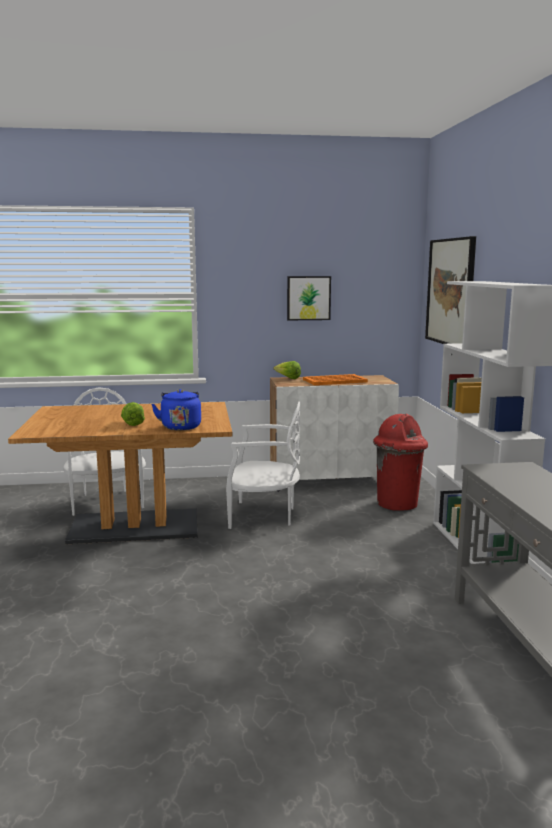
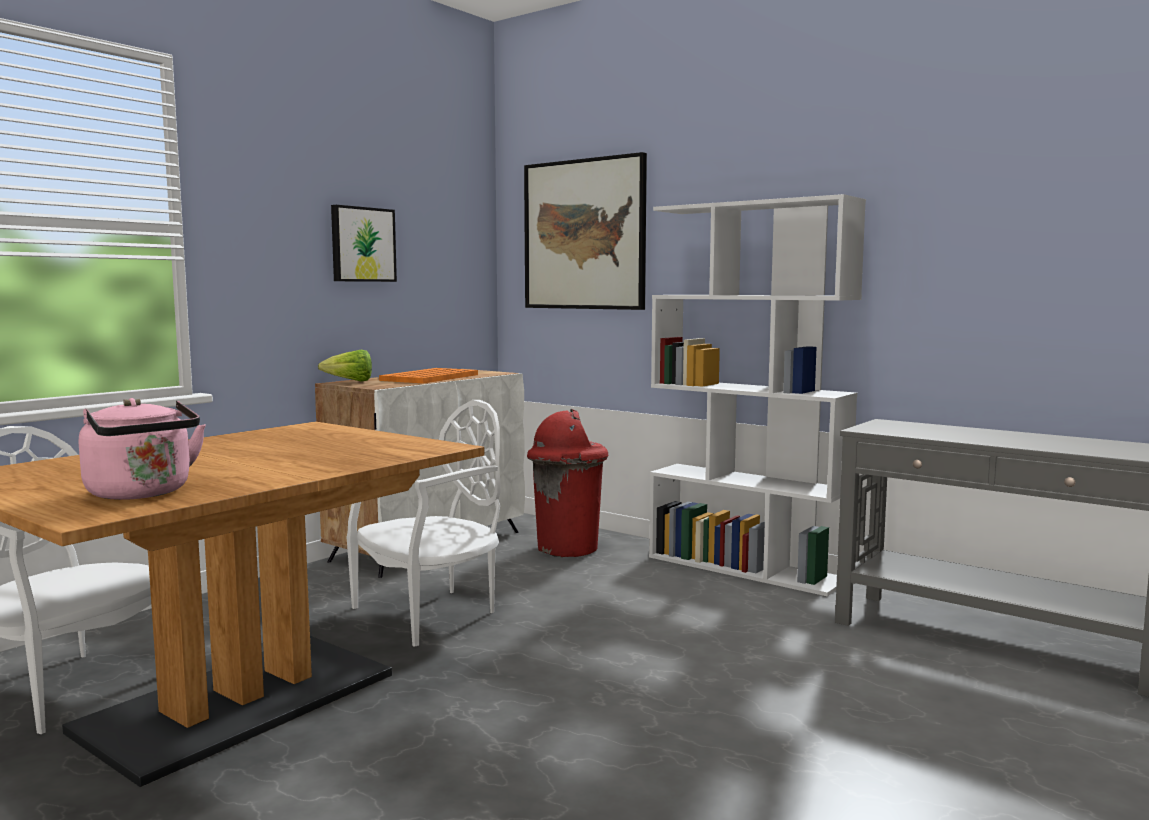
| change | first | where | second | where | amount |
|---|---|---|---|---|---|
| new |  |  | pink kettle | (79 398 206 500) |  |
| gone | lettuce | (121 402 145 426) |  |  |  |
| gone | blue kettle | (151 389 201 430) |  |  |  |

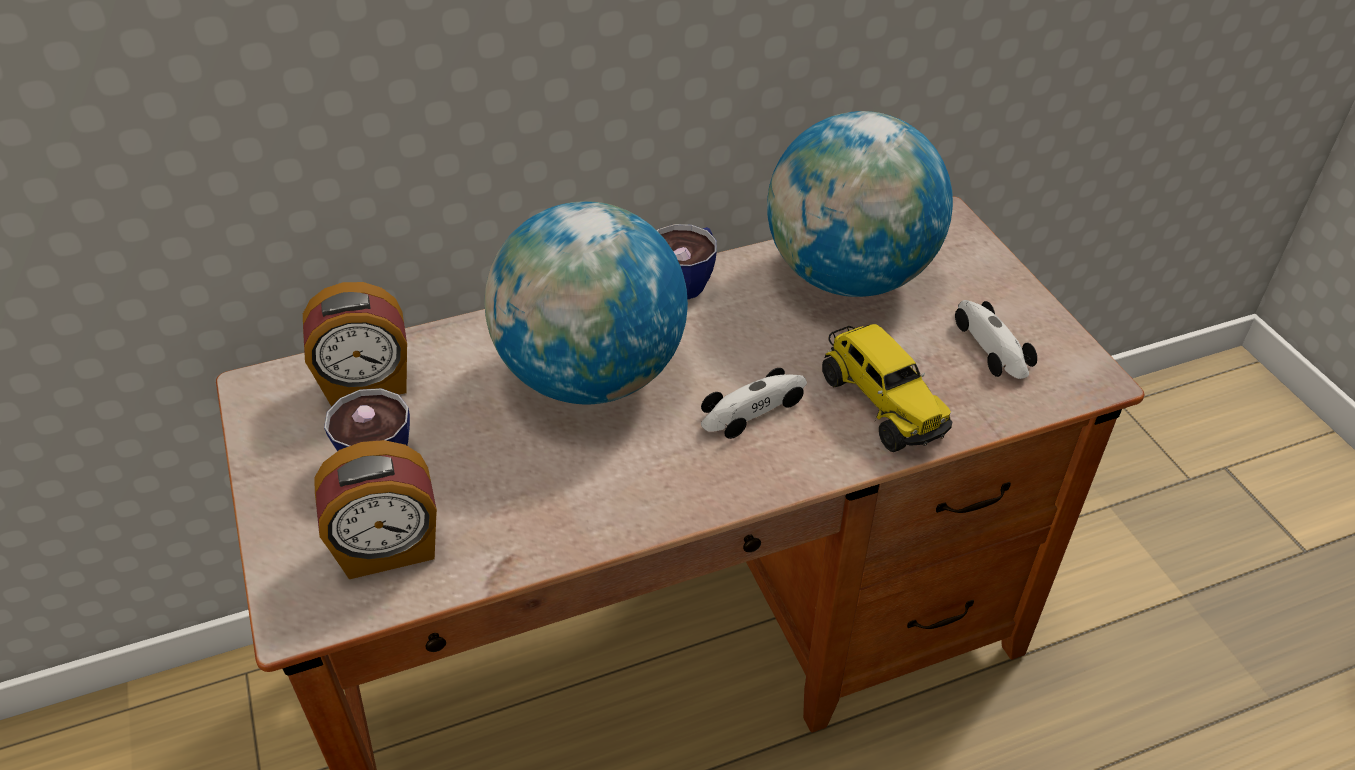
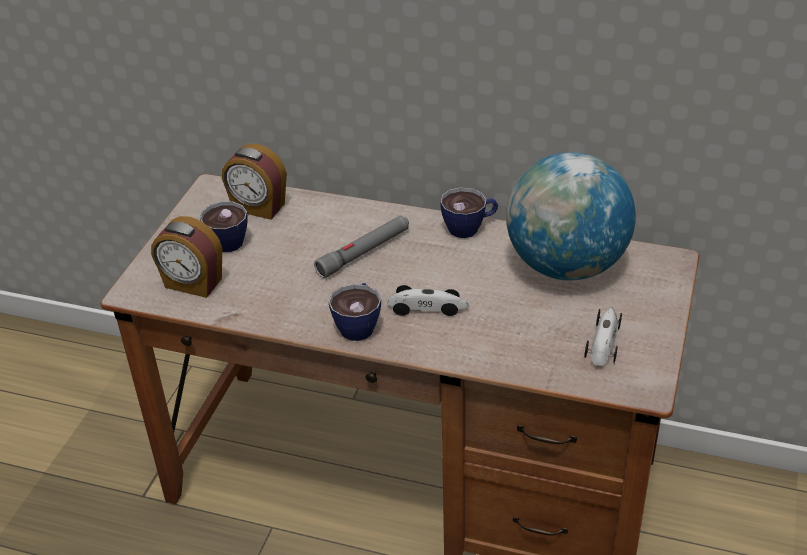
| change | first | where | second | where | amount |
|---|---|---|---|---|---|
| swapped | globe | (484 201 688 404) | grey flashlight | (314 215 409 278) |  |
| new |  |  | cup | (328 283 381 341) |  |
| gone | toy truck | (822 324 952 452) |  |  |  |

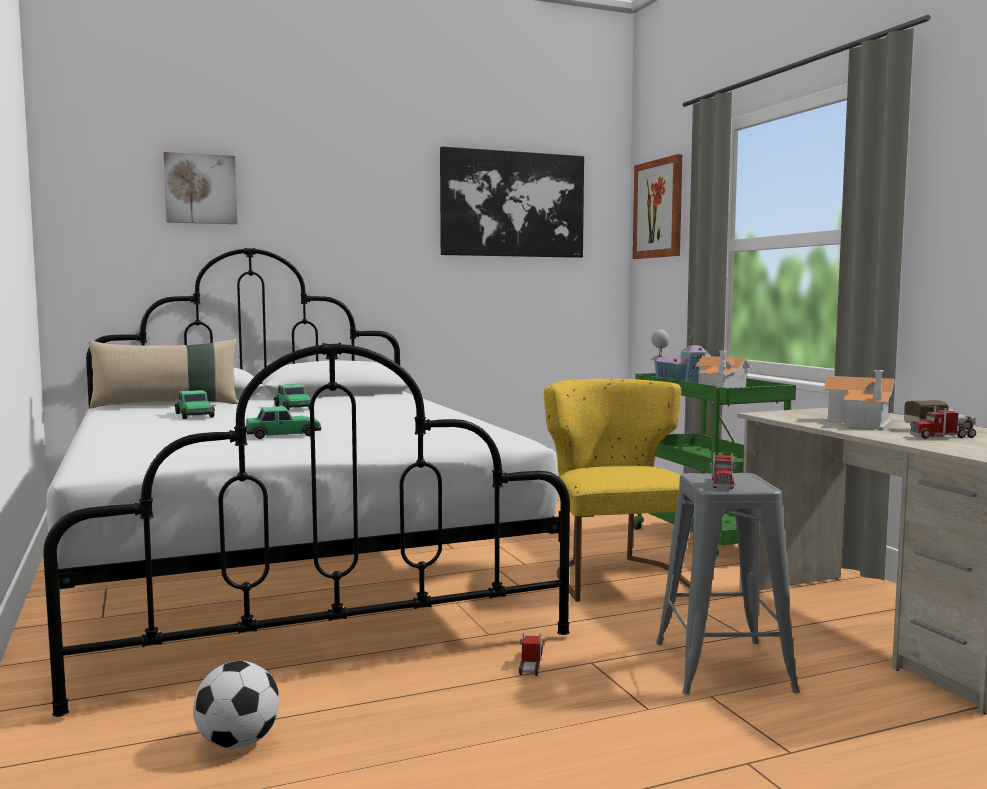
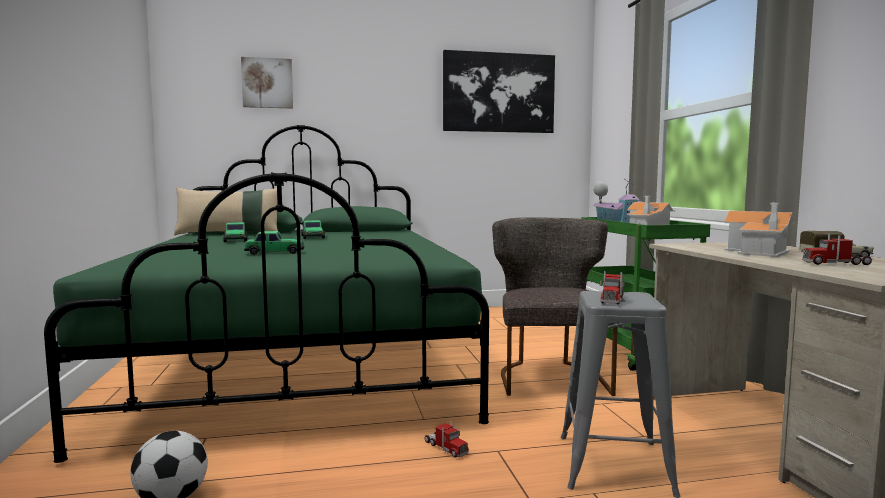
| change | first | where | second | where | amount |
|---|---|---|---|---|---|
| repainted | white bed | (43 248 570 717) | green bed | (44 125 489 463) |  |
| rotated | toy truck | (519 632 545 676) |  | (425 422 469 458) | 120 degrees clockwise |
| repainted | yellow chair | (544 379 690 602) | grey chair | (492 218 618 396) |  |
| gone | picture | (633 154 682 259) |  |  |  |

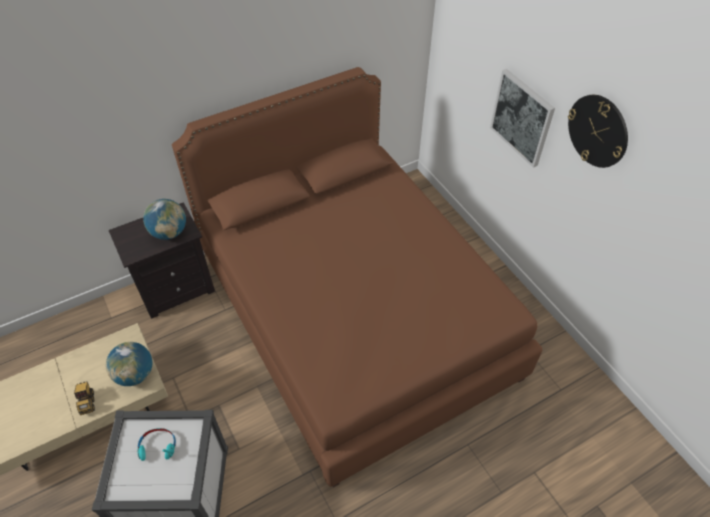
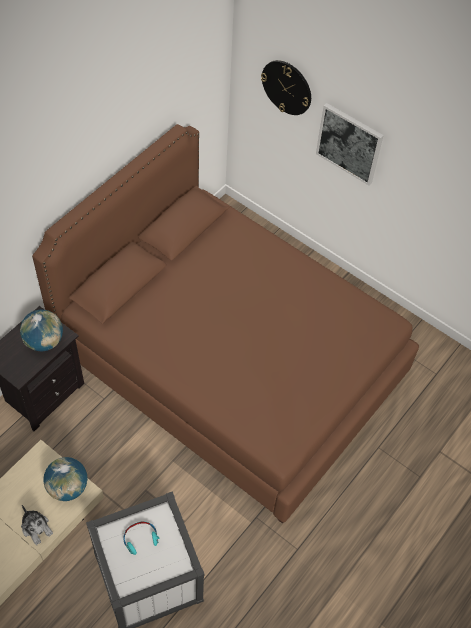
| change | first | where | second | where | amount |
|---|---|---|---|---|---|
| swapped | toy truck | (74 381 95 415) | plush toy | (21 505 53 545) |  |
| shifted | wall clock | (568 95 628 168) |  | (261 60 311 115) |  |

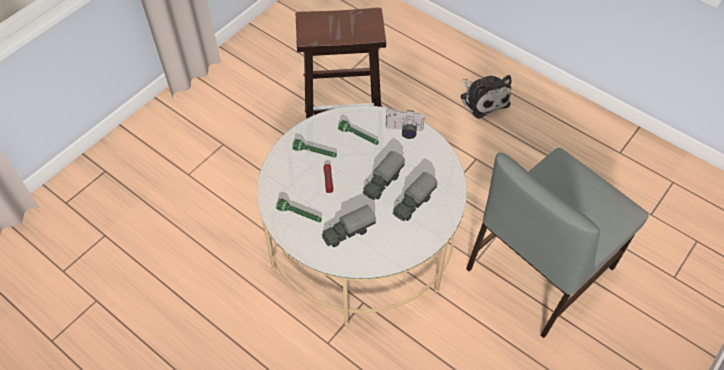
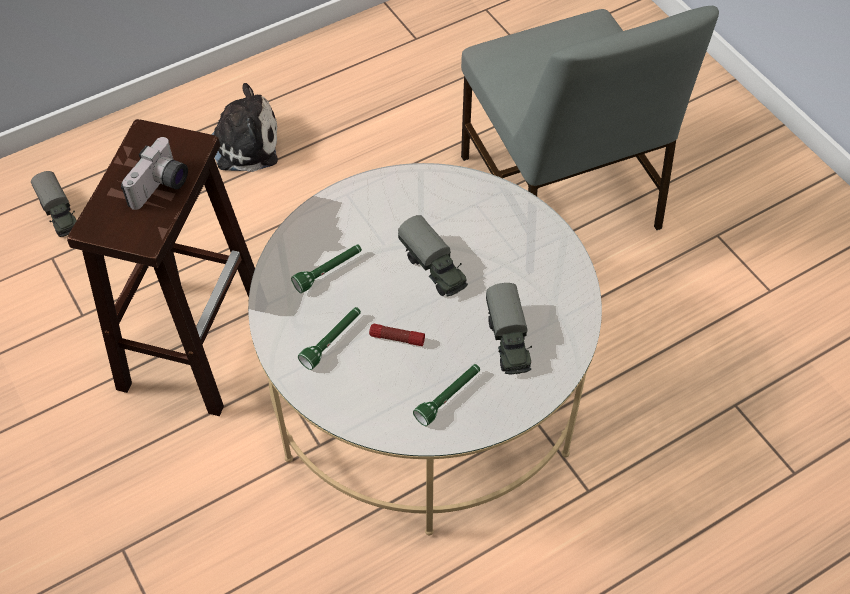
| change | first | where | second | where | amount |
|---|---|---|---|---|---|
| shifted | toy truck | (392 172 437 221) |  | (31 171 77 237) |  |
| shifted | photo camera | (386 110 425 139) |  | (121 137 188 210) |  |

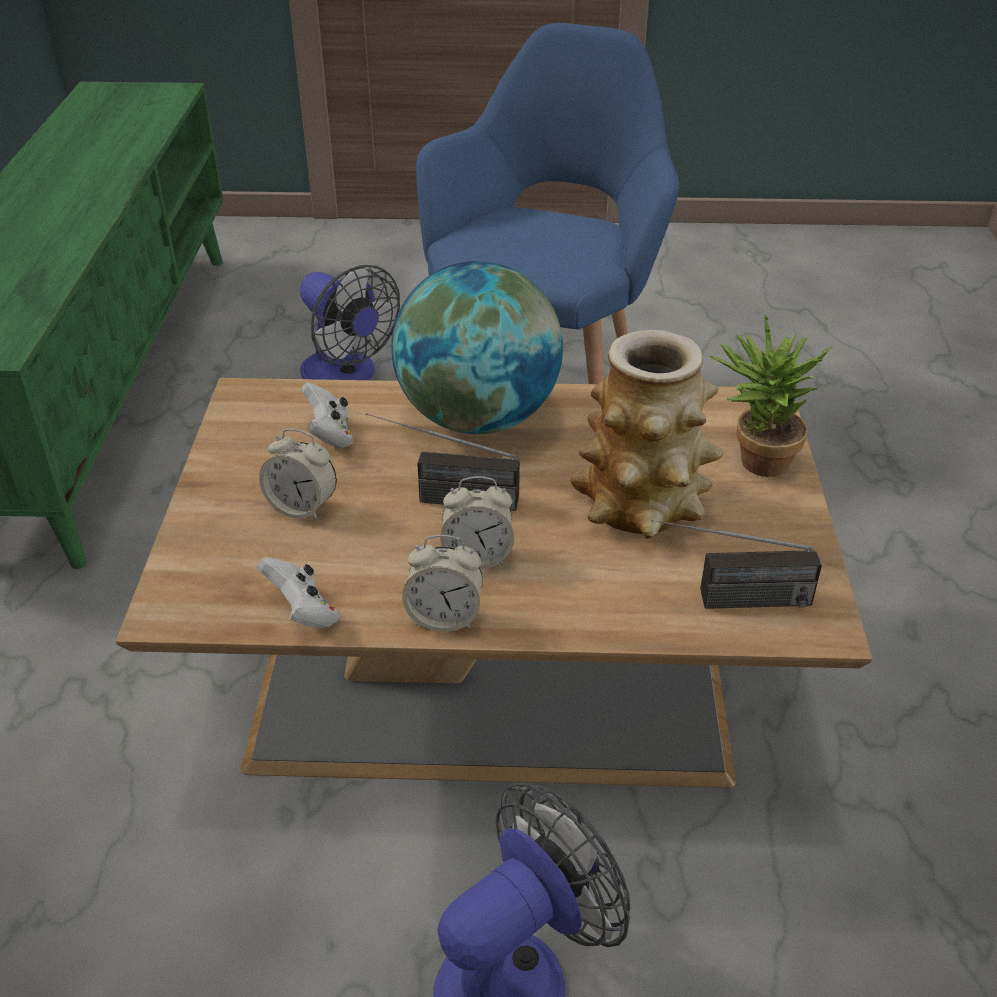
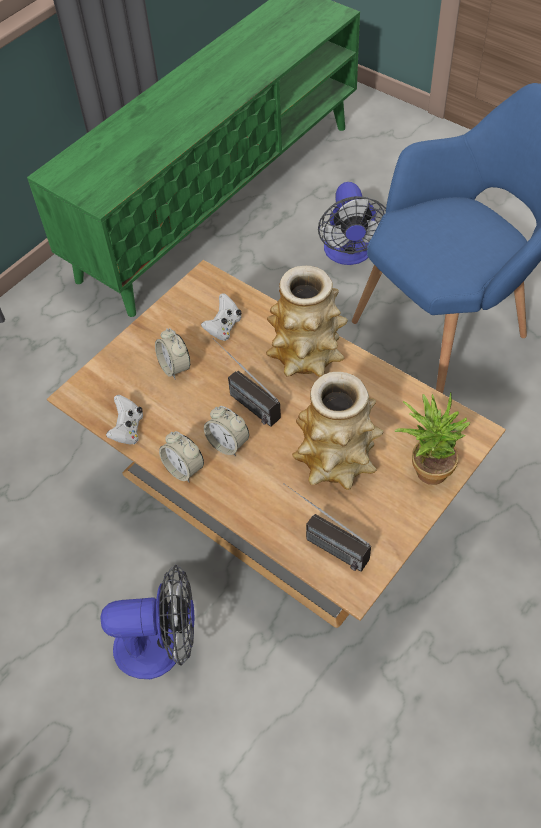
| change | first | where | second | where | amount |
|---|---|---|---|---|---|
| swapped | globe | (391 261 563 434) | vase | (266 266 348 377) |  |

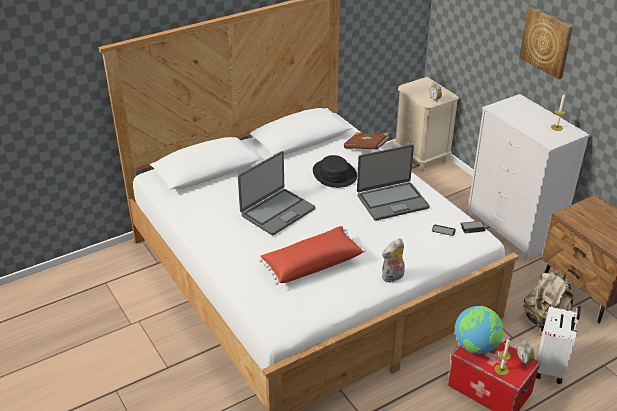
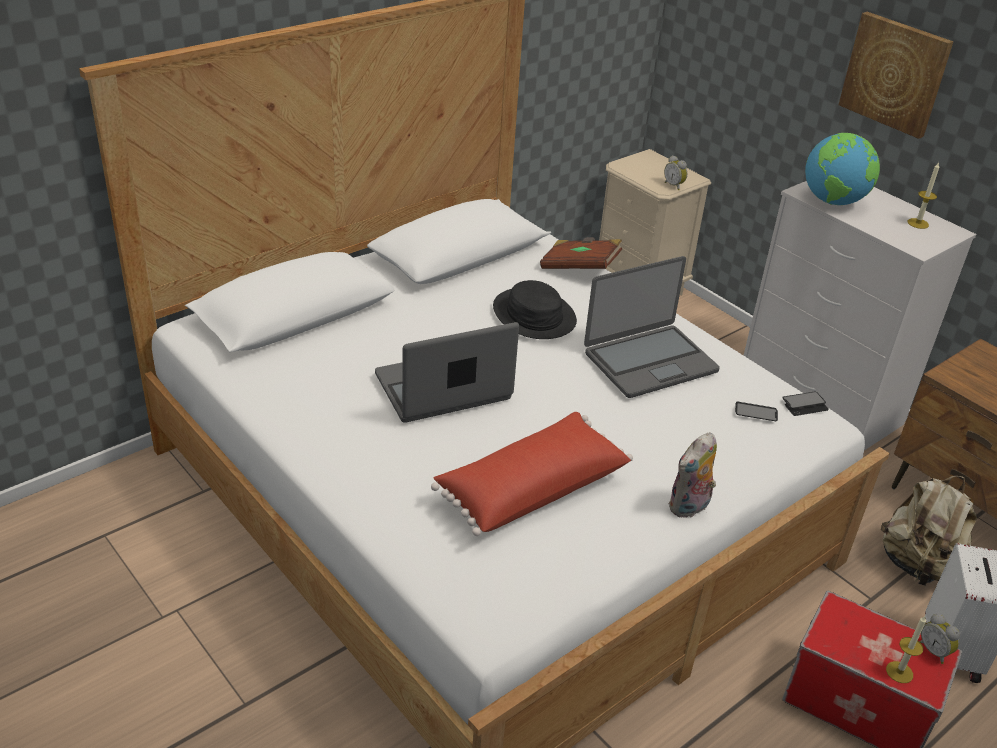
| change | first | where | second | where | amount |
|---|---|---|---|---|---|
| rotated | laptop | (238 151 315 235) |  | (375 322 519 423) | 150 degrees counterclockwise |
| shifted | globe | (455 306 503 354) |  | (805 133 880 205) |  |

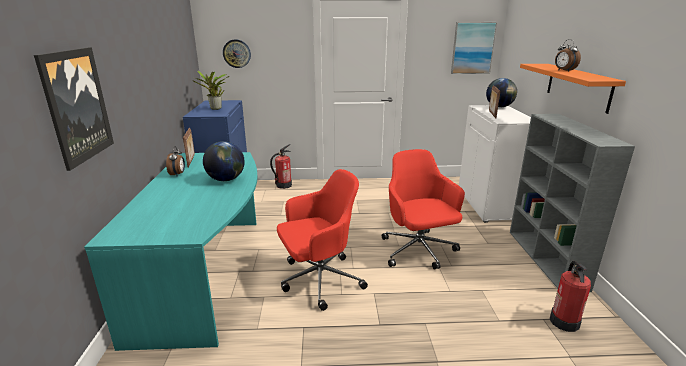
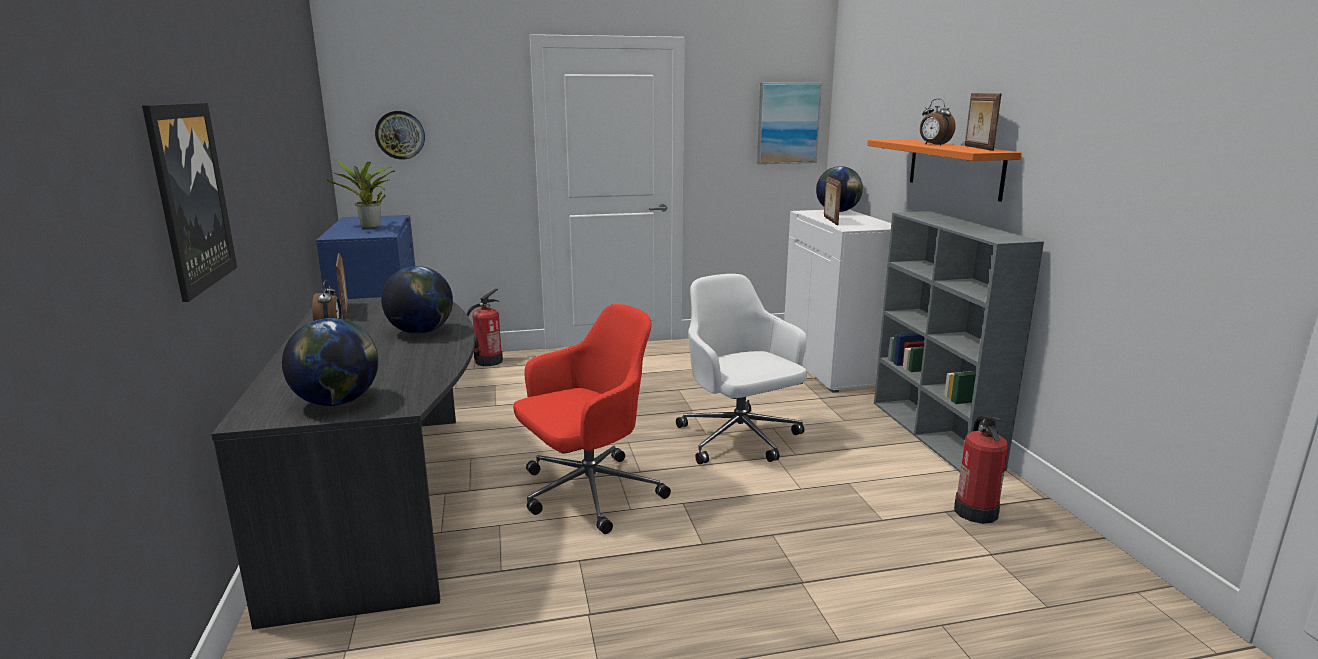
| change | first | where | second | where | amount |
|---|---|---|---|---|---|
| repainted | turquoise desk | (84 152 258 351) | grey desk | (211 297 475 630) |  |
| new |  |  | globe | (282 318 378 406) |  |
| repainted | red office chair | (382 149 465 270) | white office chair | (676 274 807 464) |  |
| new |  |  | picture frame | (965 93 1002 151) |  |

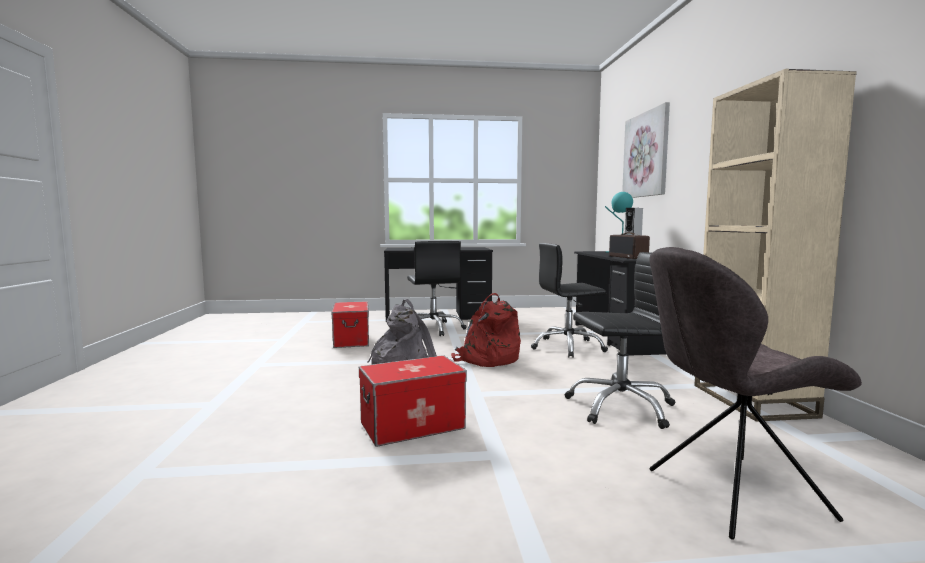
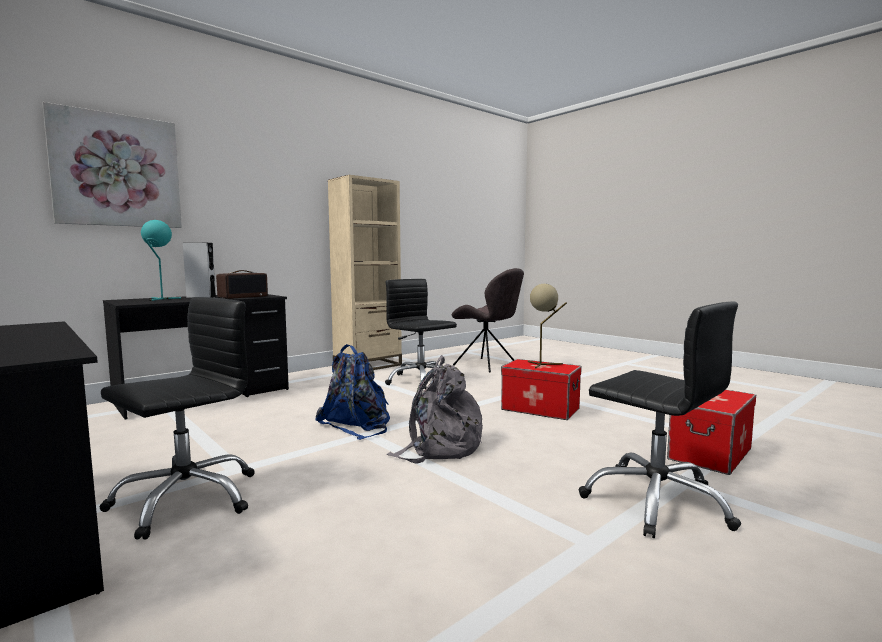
| change | first | where | second | where | amount |
|---|---|---|---|---|---|
| repainted | red backpack | (451 293 521 367) | blue backpack | (315 344 390 440) |  |
| new |  |  | beige table lamp | (528 284 567 368) |  |
| shifted | black office chair | (531 243 608 358) |  | (579 302 741 538) |  |
| shifted | storage box | (332 301 369 348) |  | (667 390 756 475) |  |

